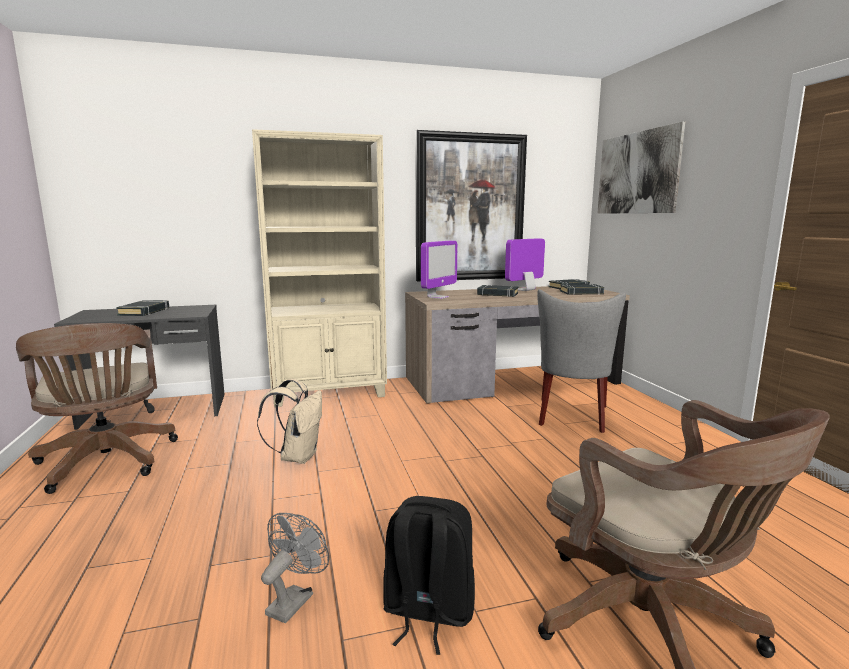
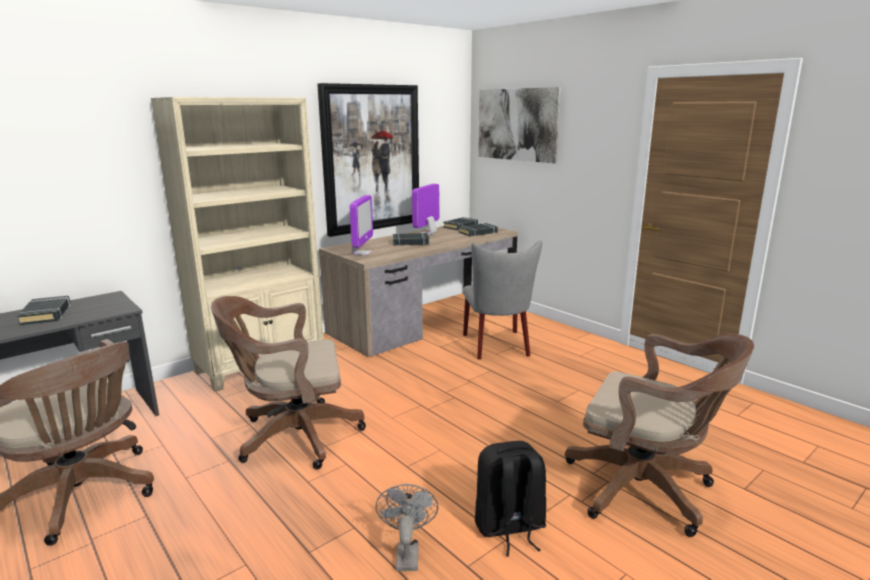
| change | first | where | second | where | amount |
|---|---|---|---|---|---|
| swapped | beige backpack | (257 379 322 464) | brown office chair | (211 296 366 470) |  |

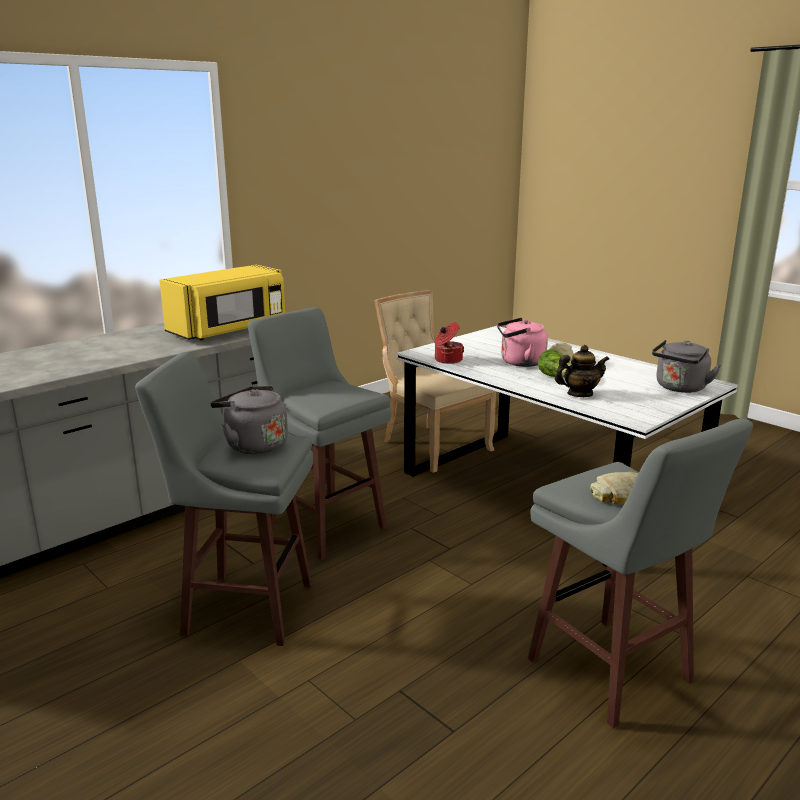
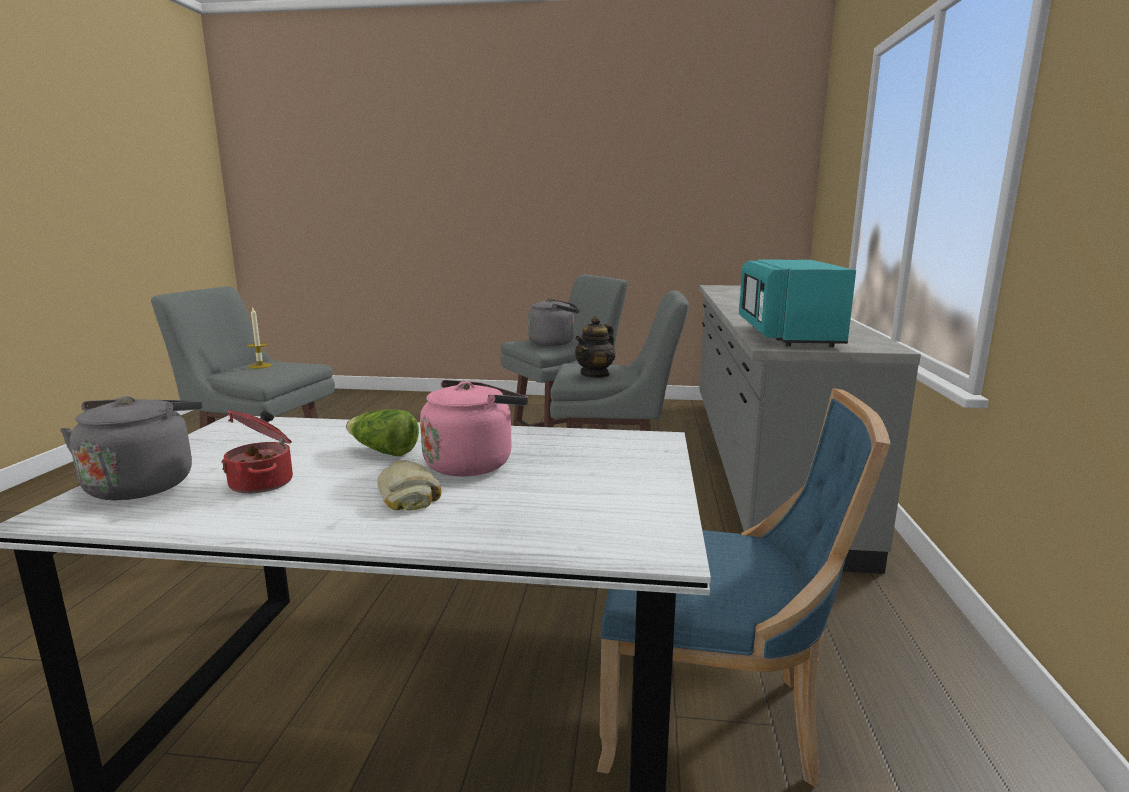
| change | first | where | second | where | amount |
|---|---|---|---|---|---|
| shifted | cooking pot | (435 322 464 364) |  | (221 410 293 494) |  |
| swapped | bread | (590 472 638 504) | candle | (247 306 272 369) |  |
| shifted | teapot | (555 345 609 397) |  | (575 316 615 378) |  |
| repainted | beige chair | (374 290 496 473) | blue chair | (597 388 890 787) |  |
| repainted | yellow microwave | (159 265 285 340) | turquoise microwave | (739 259 856 347) |  |

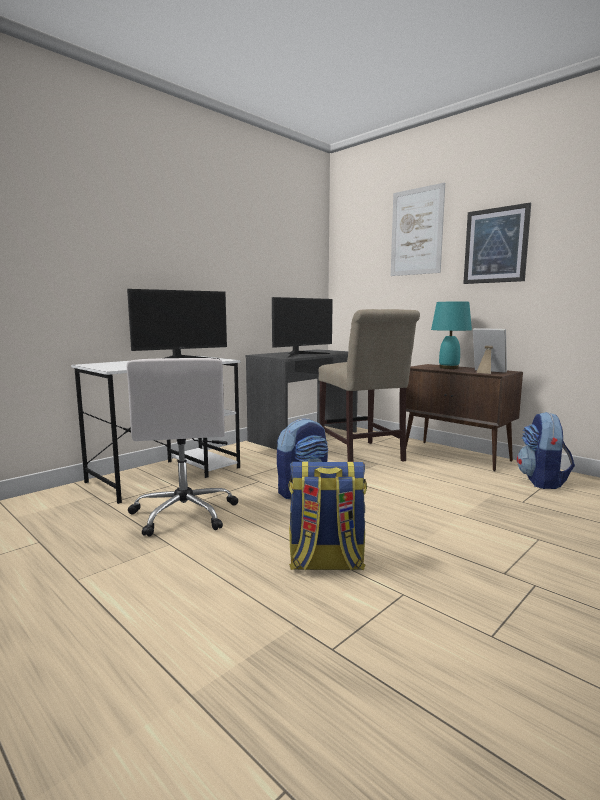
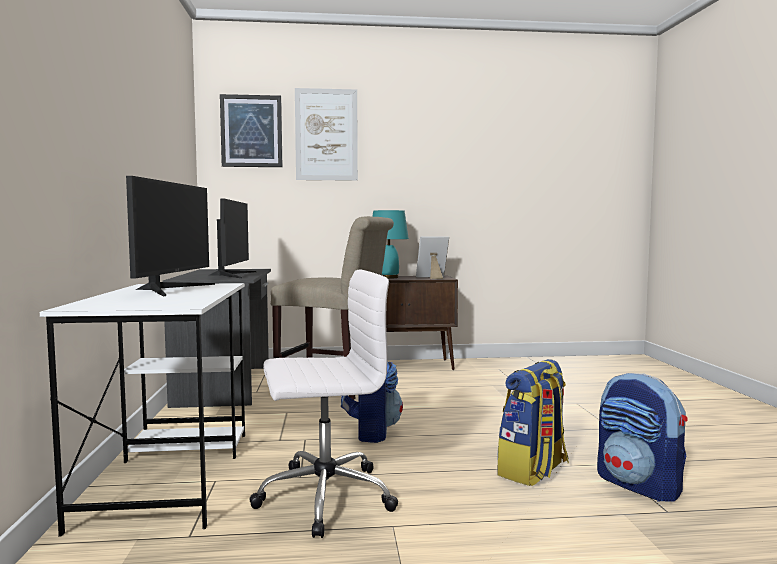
| change | first | where | second | where | amount |
|---|---|---|---|---|---|
| shifted | picture | (463 203 531 284) |  | (220 94 282 167) |  |
| rotated | white office chair | (126 358 238 536) |  | (249 270 398 538) | 45 degrees counterclockwise |
| shifted | backpack | (517 412 575 489) |  | (597 373 687 502) |  |

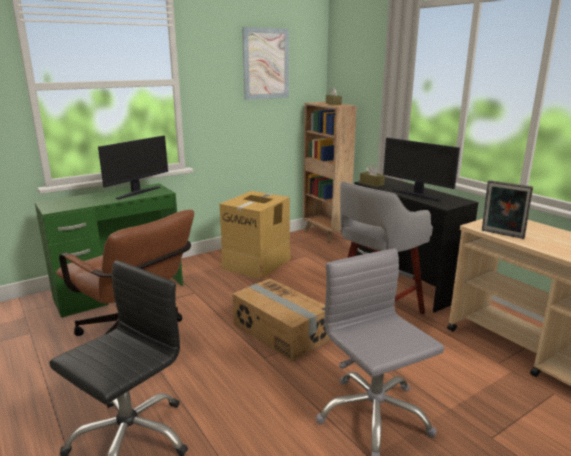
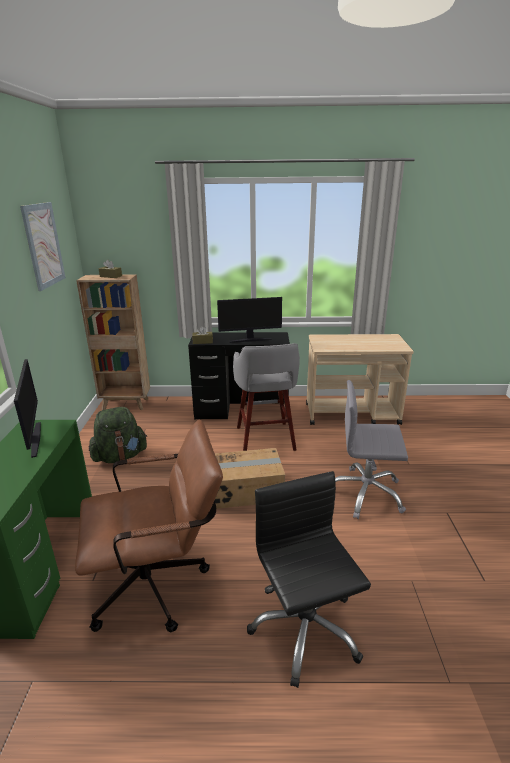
| change | first | where | second | where | amount |
|---|---|---|---|---|---|
| swapped | cardboard box | (220 191 291 279) | green backpack | (89 407 148 463) |  |
| gone | picture frame | (482 180 533 239) |  |  |  |

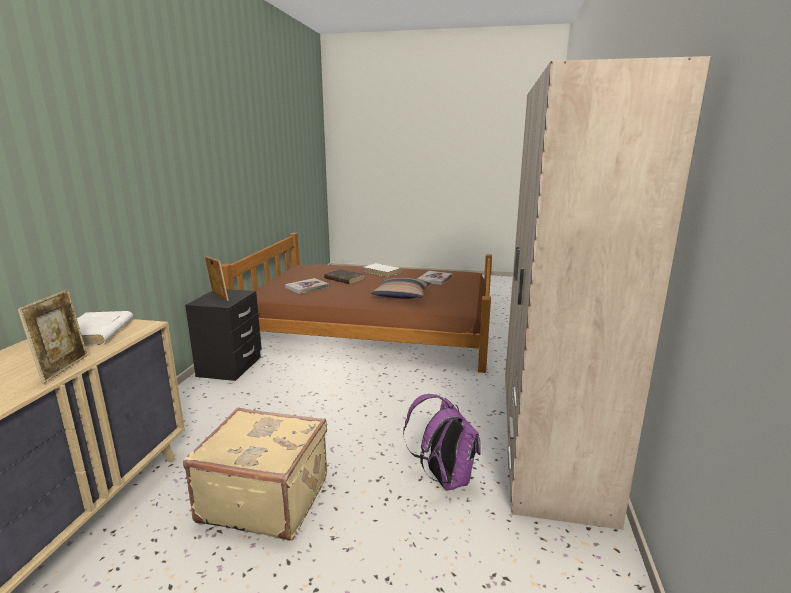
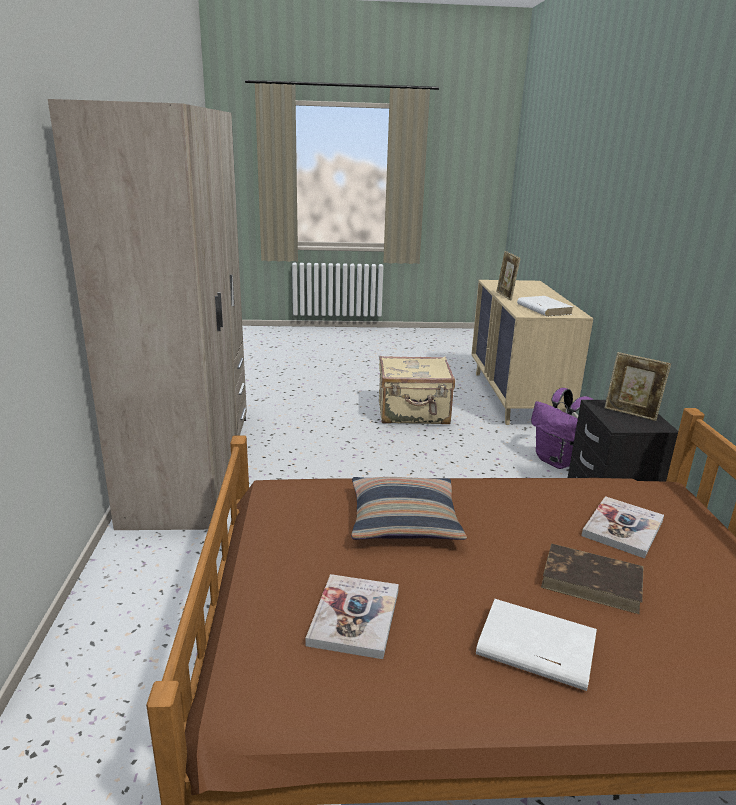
| change | first | where | second | where | amount |
|---|---|---|---|---|---|
| shifted | purple backpack | (403 394 481 490) |  | (531 388 594 469) |  |

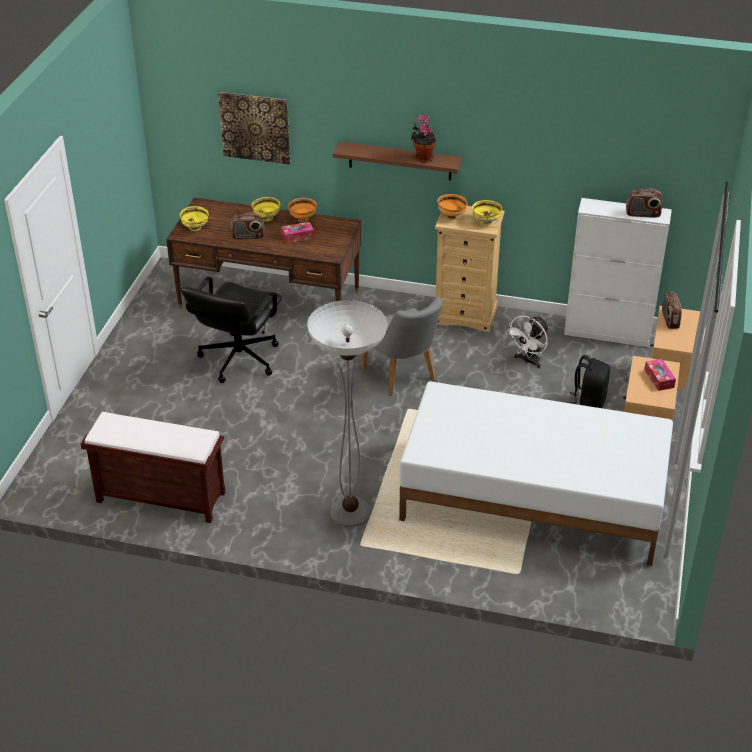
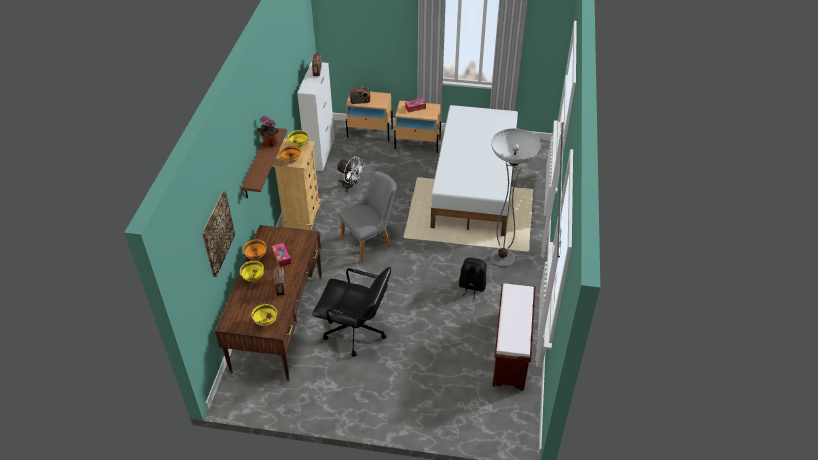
| change | first | where | second | where | amount |
|---|---|---|---|---|---|
| shifted | black backpack | (565 355 610 408) |  | (459 257 487 299) |  |

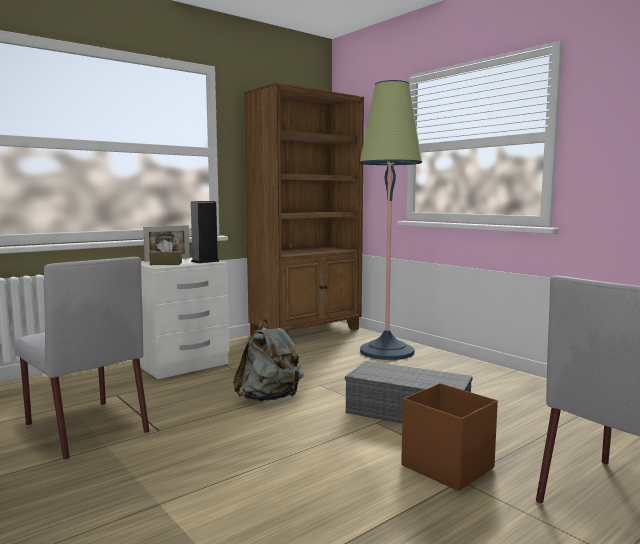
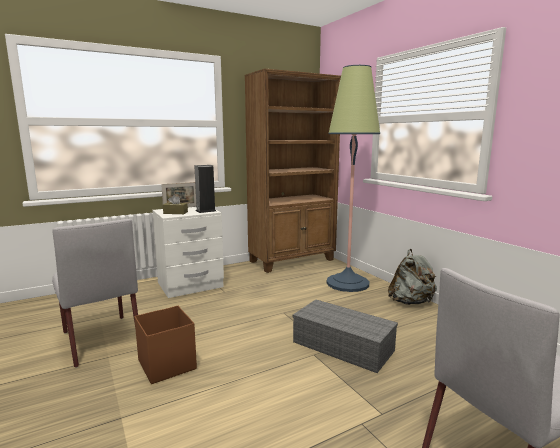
| change | first | where | second | where | amount |
|---|---|---|---|---|---|
| shifted | brown storage box | (401 383 498 491) |  | (134 306 197 384) |  |
| shifted | grey backpack | (233 319 304 402) |  | (388 249 437 305) |  |

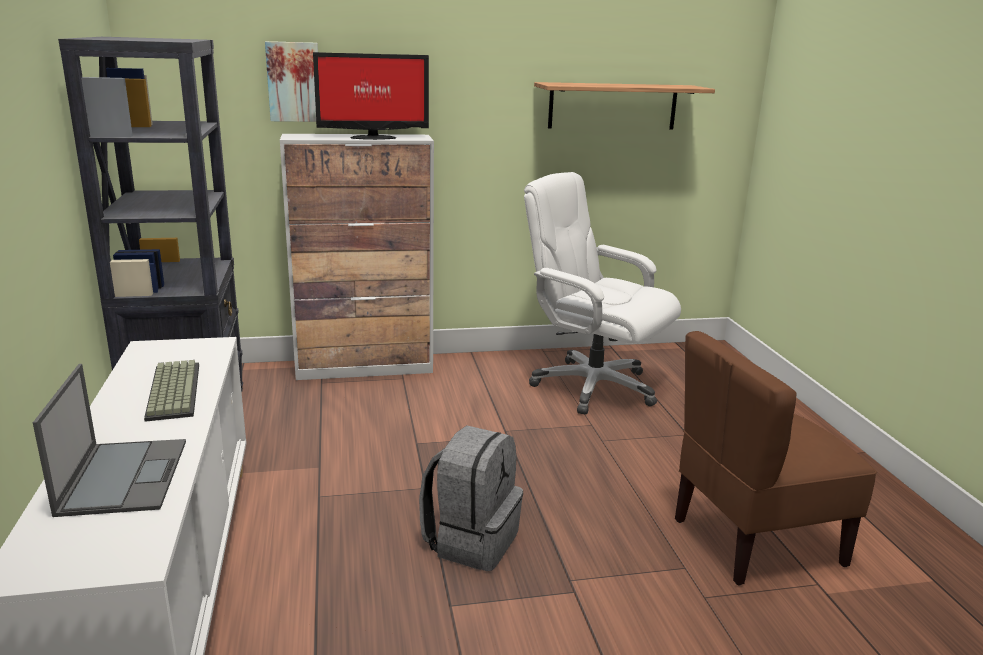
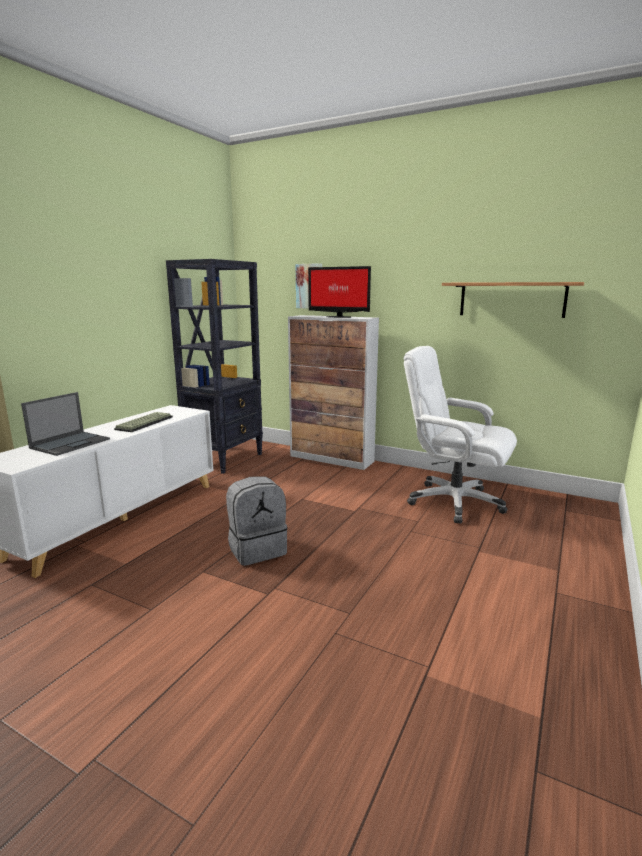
| change | first | where | second | where | amount |
|---|---|---|---|---|---|
| rotated | white office chair | (524 172 681 415) |  | (403 346 517 523) | 45 degrees counterclockwise |
| gone | brown chair | (675 331 877 585) |  |  |  |

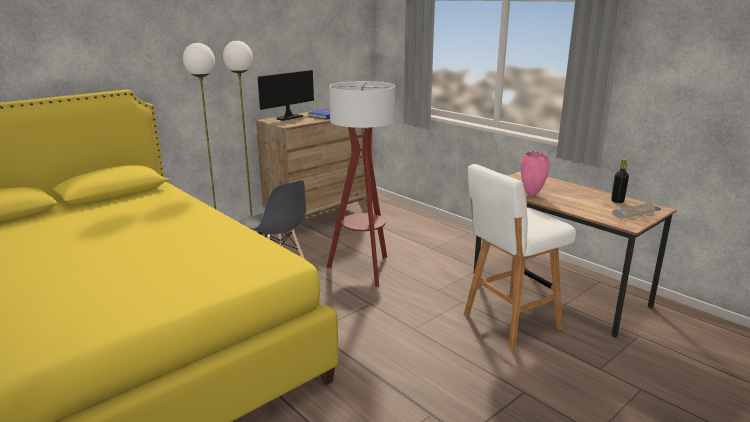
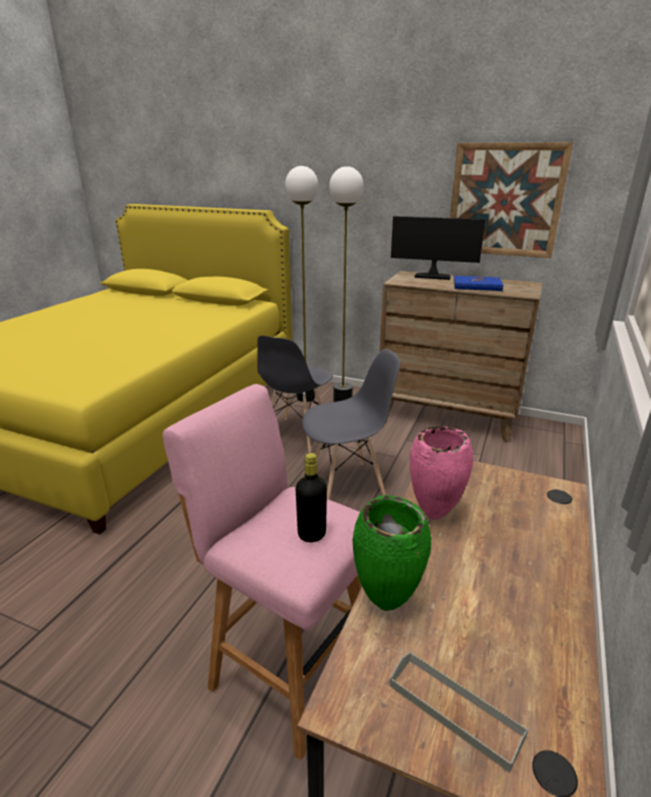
| change | first | where | second | where | amount |
|---|---|---|---|---|---|
| repainted | white stool | (464 164 576 349) | pink stool | (162 384 361 760) |  |
| shifted | black bottle | (611 159 629 203) |  | (296 453 327 542) |  |
| swapped | floor lamp | (326 81 395 287) | grey chair | (302 349 400 500) |  |
| new |  |  | green vase | (353 495 431 611) |  |
| new |  |  | picture | (450 142 573 258) |  |

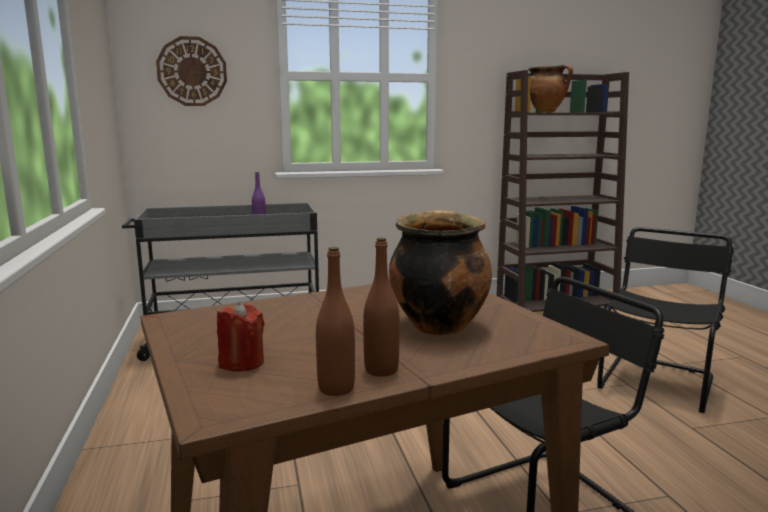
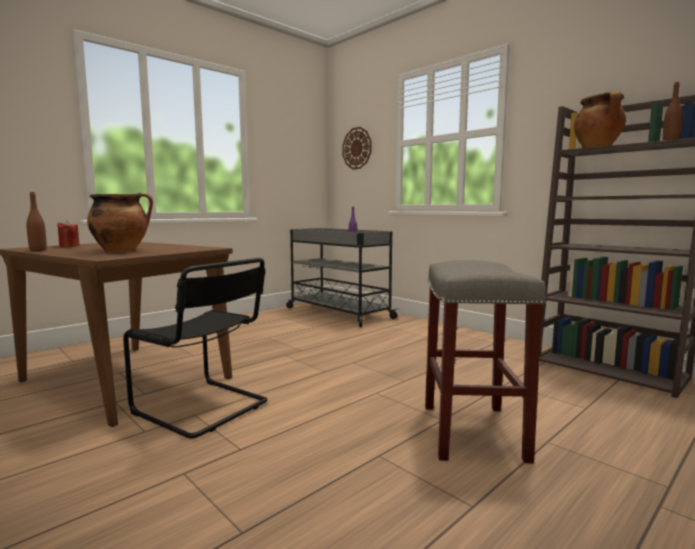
| change | first | where | second | where | amount |
|---|---|---|---|---|---|
| swapped | black chair | (597 227 734 413) | grey stool | (425 260 546 464) |  |
| shifted | brown bottle | (363 238 400 377) |  | (663 82 683 141) |  |

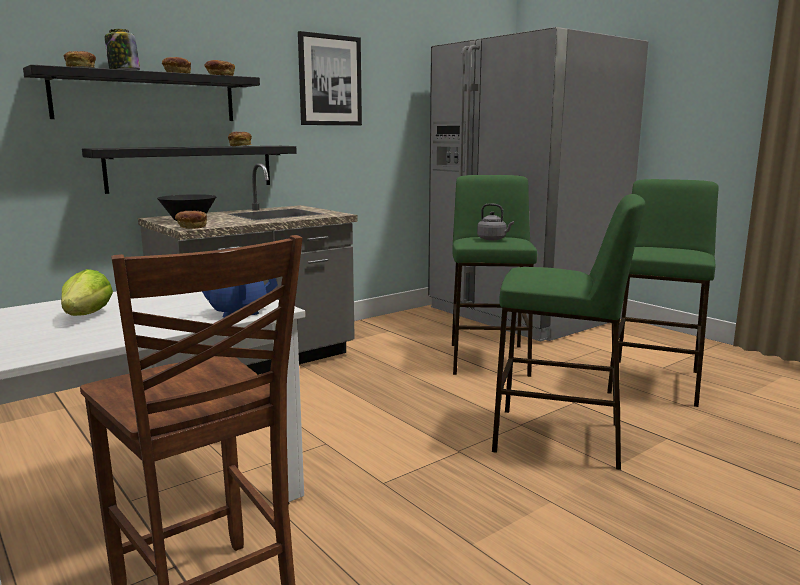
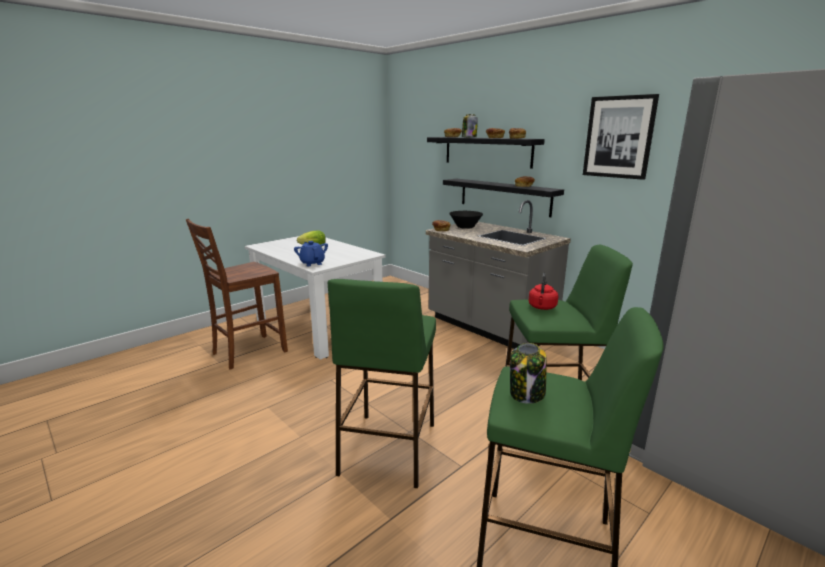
| change | first | where | second | where | amount |
|---|---|---|---|---|---|
| new |  |  | jar | (510 343 547 404) |  |
| repainted | grey kettle | (477 203 514 240) | red kettle | (528 273 558 310) |  |

